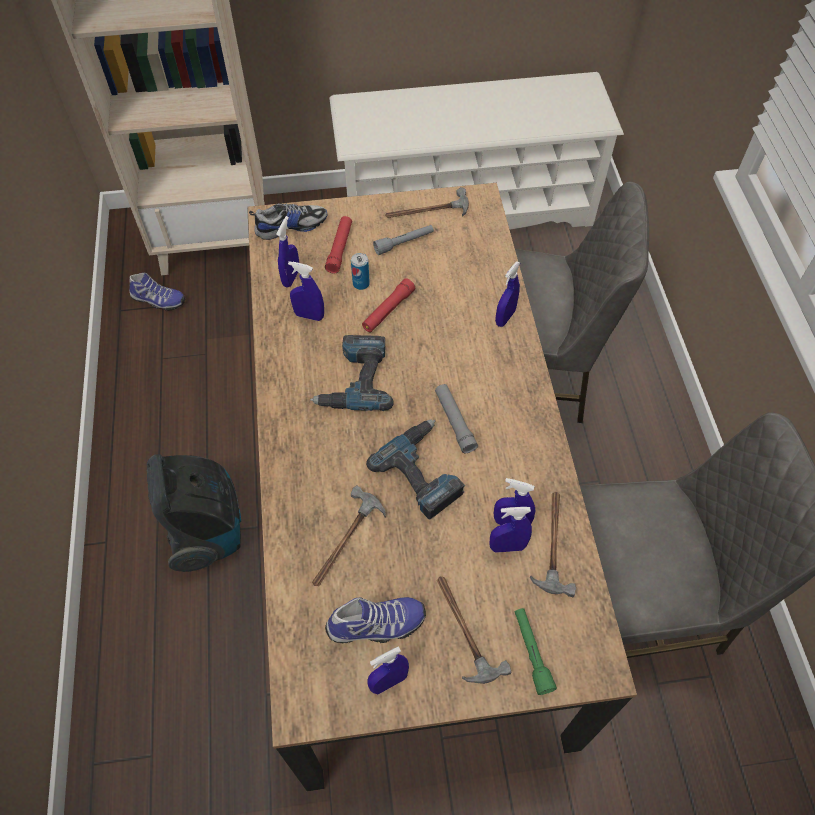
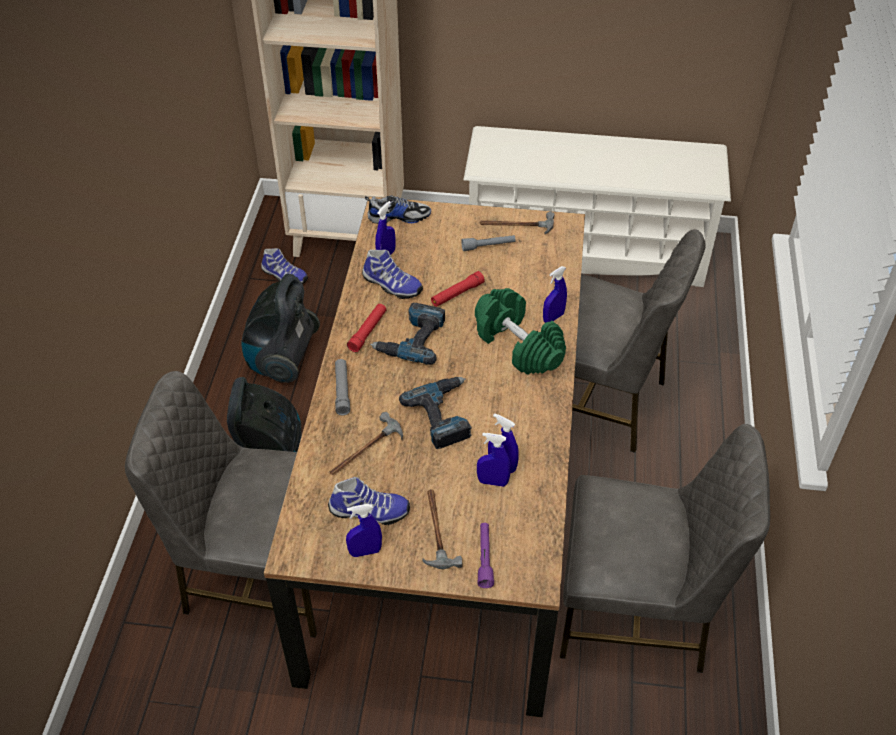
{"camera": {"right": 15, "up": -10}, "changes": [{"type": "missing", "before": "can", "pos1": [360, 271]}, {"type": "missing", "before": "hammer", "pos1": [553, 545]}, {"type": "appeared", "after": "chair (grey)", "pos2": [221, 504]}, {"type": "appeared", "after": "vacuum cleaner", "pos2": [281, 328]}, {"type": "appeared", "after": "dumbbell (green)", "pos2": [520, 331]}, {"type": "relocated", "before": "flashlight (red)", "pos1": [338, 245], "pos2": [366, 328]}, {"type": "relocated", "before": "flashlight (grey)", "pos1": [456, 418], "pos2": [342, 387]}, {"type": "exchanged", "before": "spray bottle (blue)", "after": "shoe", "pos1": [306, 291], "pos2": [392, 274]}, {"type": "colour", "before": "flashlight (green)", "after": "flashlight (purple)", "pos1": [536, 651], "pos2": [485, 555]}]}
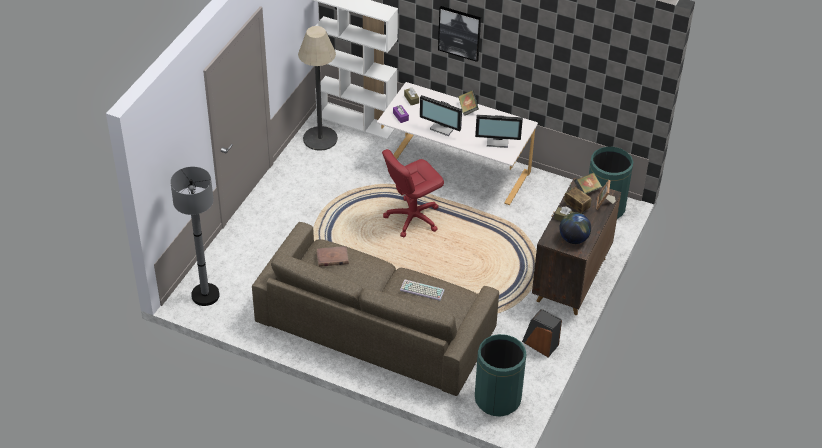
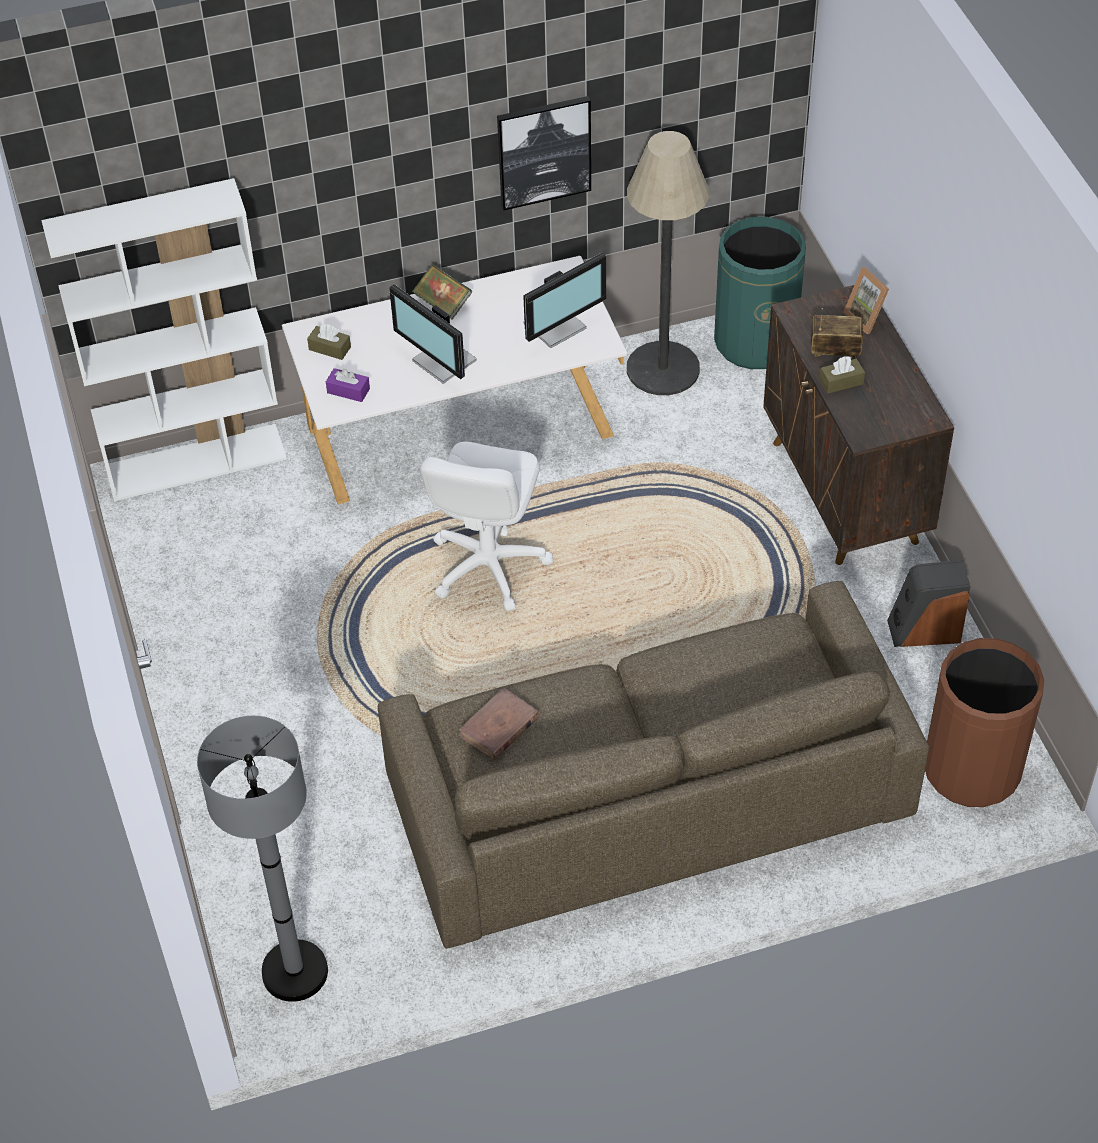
{"camera": {"right": -40, "up": 5}, "changes": [{"type": "missing", "before": "keyboard", "pos1": [422, 290]}, {"type": "missing", "before": "globe", "pos1": [575, 228]}, {"type": "missing", "before": "book", "pos1": [588, 183]}, {"type": "relocated", "before": "floor lamp", "pos1": [318, 88], "pos2": [668, 263]}, {"type": "relocated", "before": "picture", "pos1": [459, 34], "pos2": [544, 153]}, {"type": "colour", "before": "office chair (red)", "after": "office chair (white)", "pos1": [413, 193], "pos2": [486, 526]}, {"type": "colour", "before": "trash can (green)", "after": "trash can (brown)", "pos1": [500, 375], "pos2": [984, 722]}, {"type": "spun", "before": "monitor", "pos1": [441, 115], "pos2": [433, 334], "turn": 60}]}
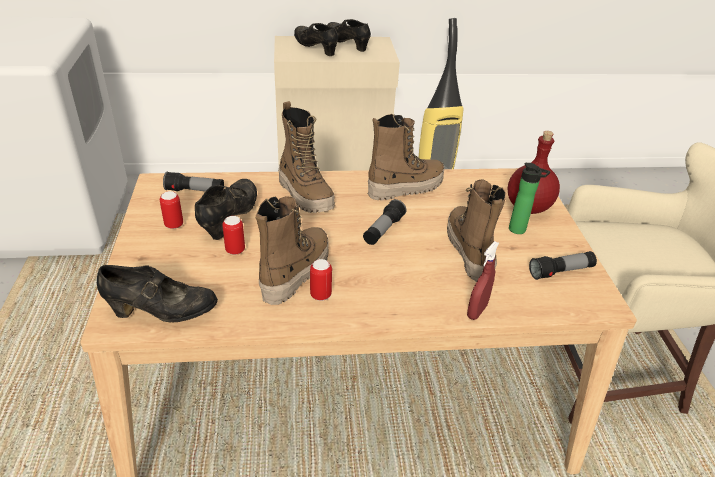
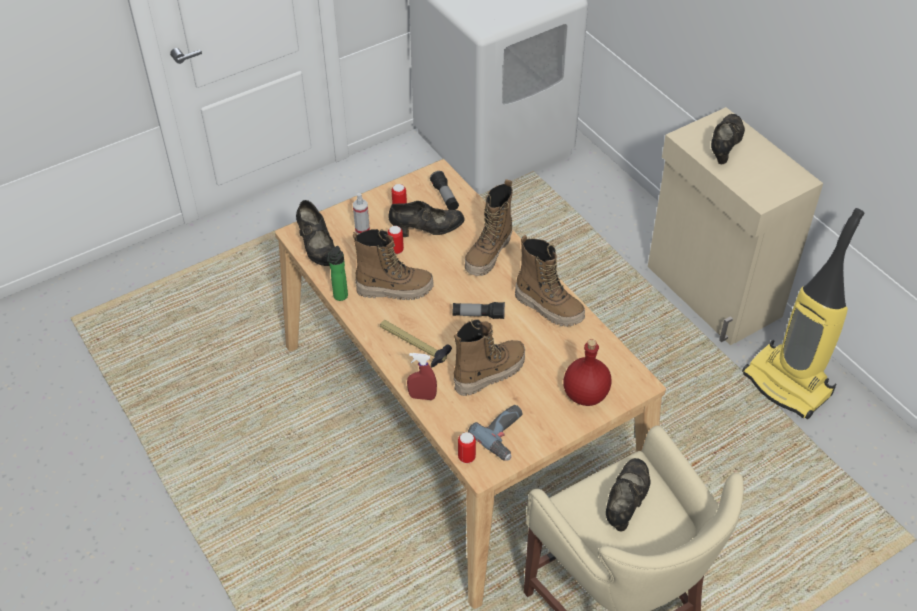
{"camera": {"right": 65, "up": 10}, "changes": [{"type": "appeared", "after": "spray bottle", "pos2": [361, 213]}, {"type": "appeared", "after": "hammer", "pos2": [416, 344]}, {"type": "relocated", "before": "can", "pos1": [321, 280], "pos2": [467, 447]}, {"type": "relocated", "before": "shoe (black)", "pos1": [349, 35], "pos2": [628, 495]}, {"type": "relocated", "before": "bottle", "pos1": [529, 198], "pos2": [337, 273]}, {"type": "exchanged", "before": "flashlight", "after": "power drill", "pos1": [563, 265], "pos2": [495, 432]}]}
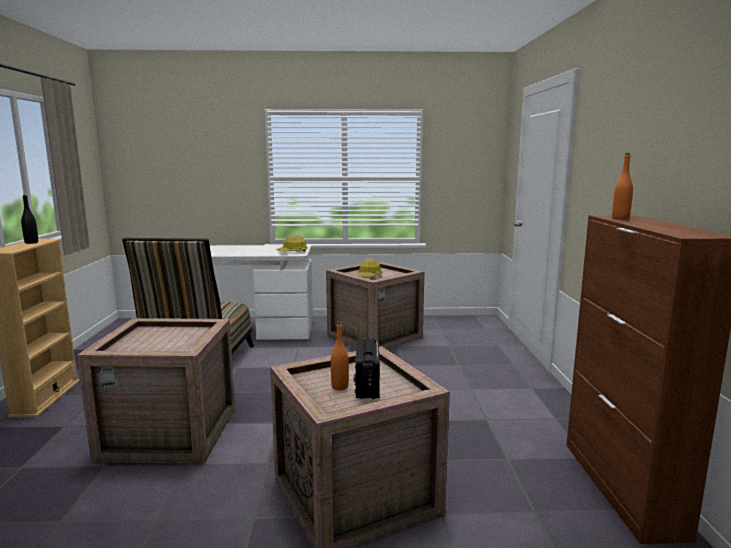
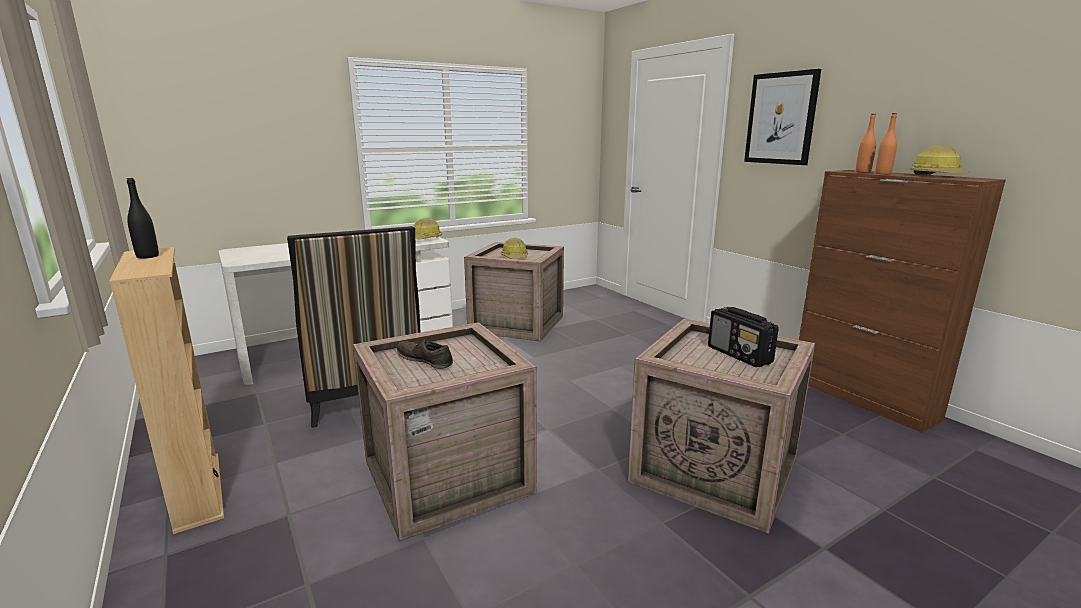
{"camera": {"right": -30, "up": 5}, "changes": [{"type": "appeared", "after": "shoe (brown)", "pos2": [424, 354]}, {"type": "appeared", "after": "picture", "pos2": [782, 117]}, {"type": "appeared", "after": "hard hat", "pos2": [939, 160]}, {"type": "relocated", "before": "bottle (orange)", "pos1": [340, 356], "pos2": [886, 143]}]}
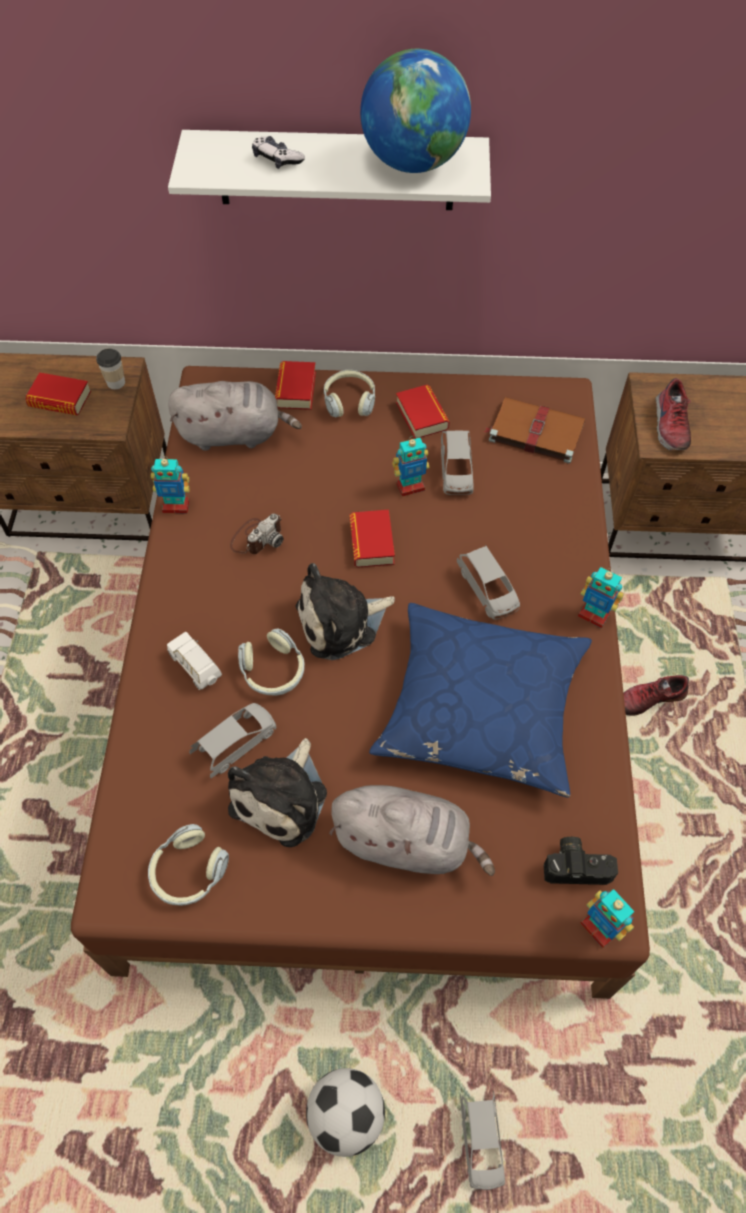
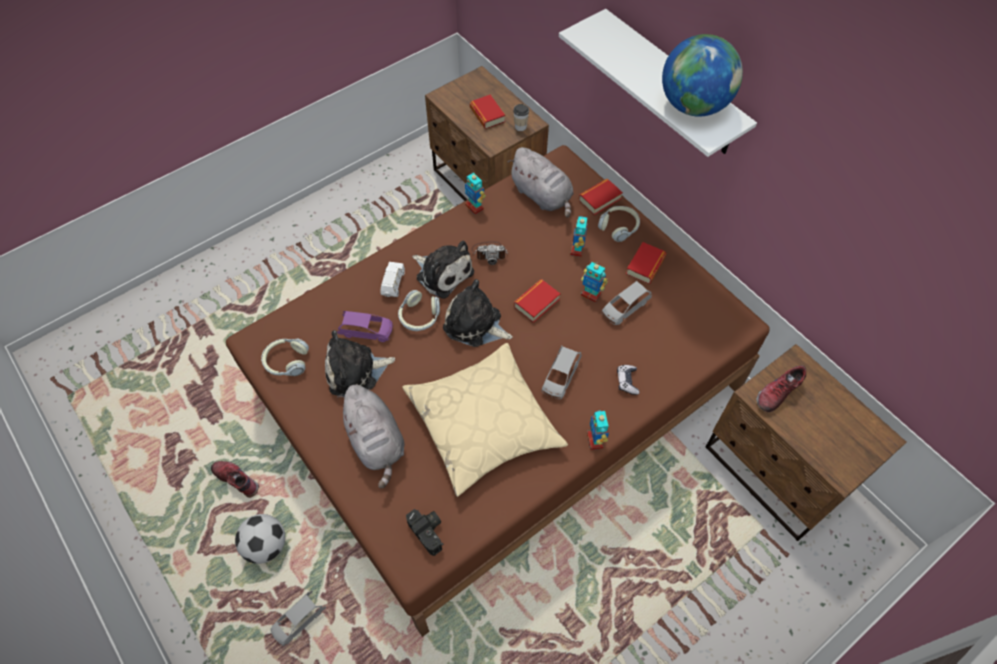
{"camera": {"right": 50, "up": 0}, "changes": [{"type": "missing", "before": "book (brown)", "pos1": [534, 430]}, {"type": "appeared", "after": "plush toy", "pos2": [443, 269]}, {"type": "relocated", "before": "game controller", "pos1": [278, 152], "pos2": [628, 380]}, {"type": "relocated", "before": "toy robot", "pos1": [607, 918], "pos2": [579, 236]}, {"type": "relocated", "before": "shoe", "pos1": [656, 695], "pos2": [235, 479]}, {"type": "colour", "before": "toy car (grey)", "after": "toy car (purple)", "pos1": [232, 740], "pos2": [365, 326]}, {"type": "colour", "before": "pillow (blue)", "after": "pillow (beige)", "pos1": [480, 700], "pos2": [485, 420]}]}
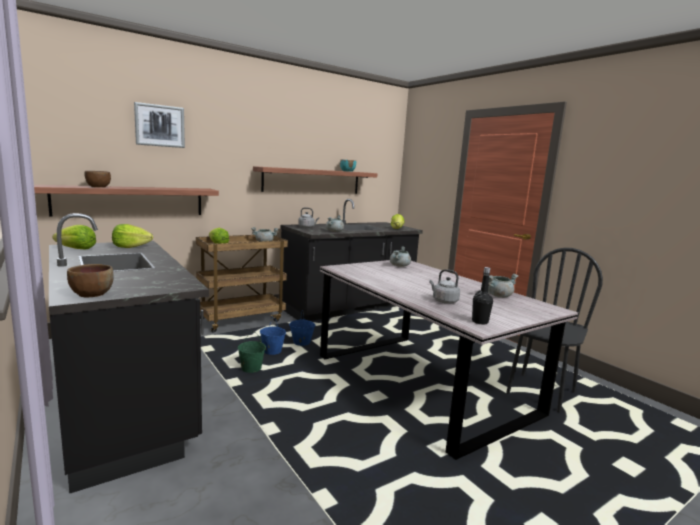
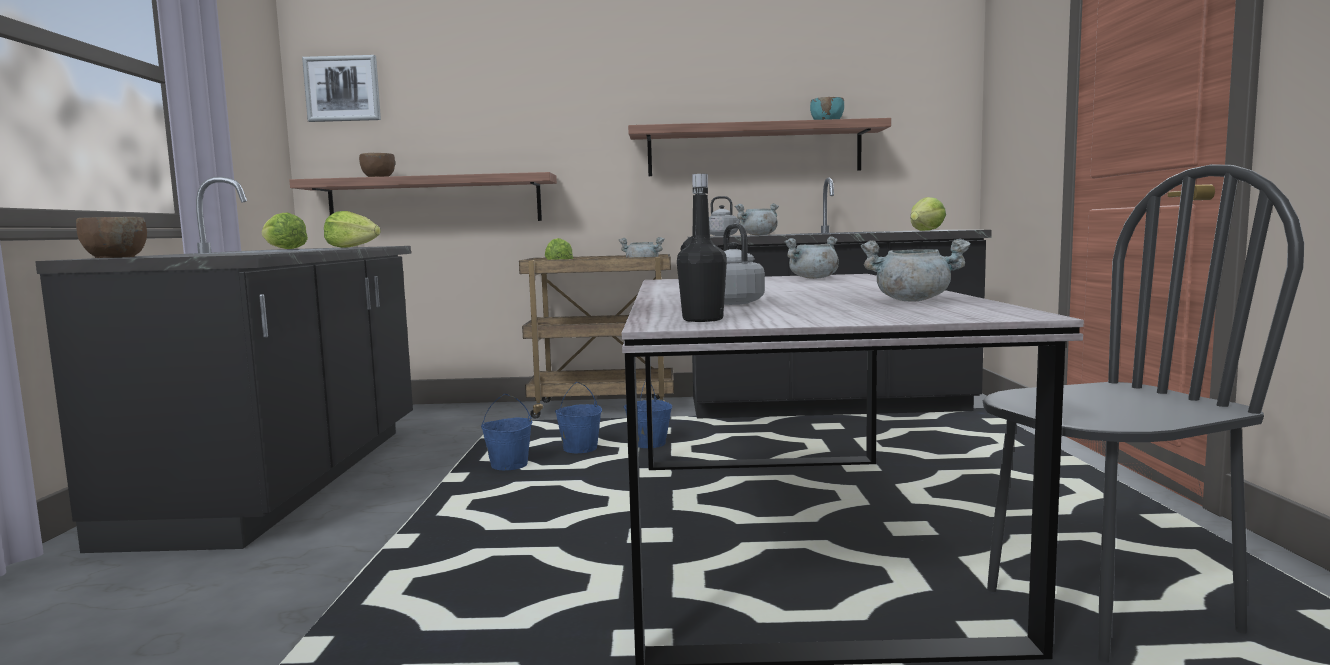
{"camera": {"right": 35, "up": -5}, "changes": [{"type": "relocated", "before": "picture", "pos1": [159, 125], "pos2": [341, 88]}, {"type": "colour", "before": "bucket (green)", "after": "bucket (blue)", "pos1": [251, 352], "pos2": [507, 432]}]}
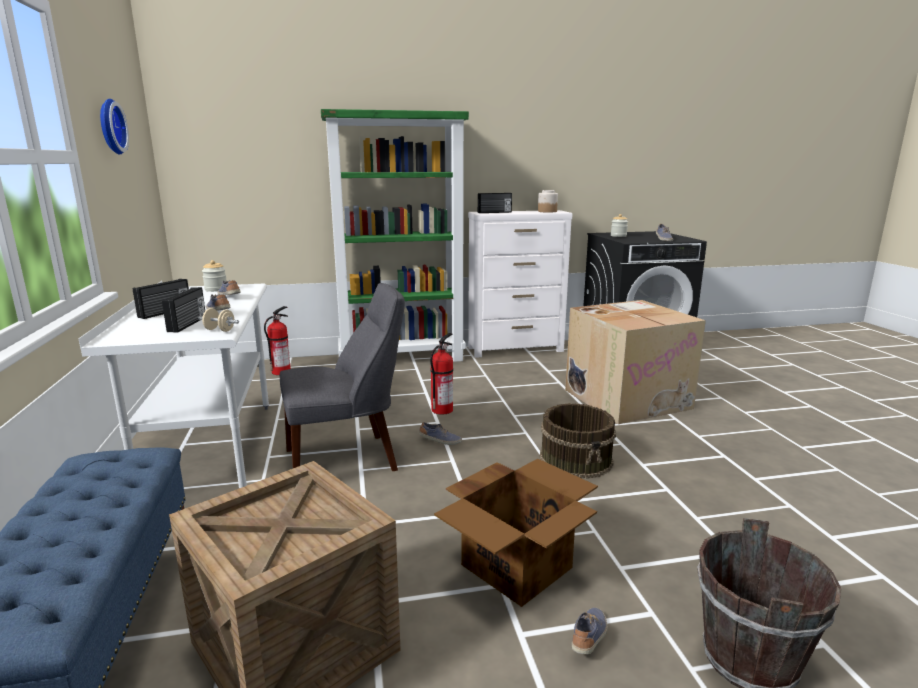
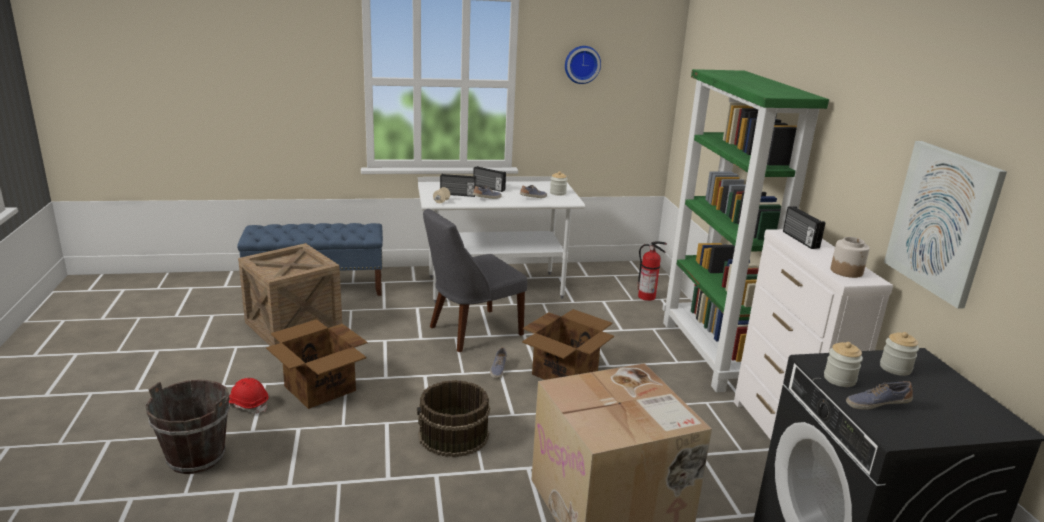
{"camera": {"right": 90, "up": 5}, "changes": [{"type": "appeared", "after": "jar", "pos2": [843, 364]}, {"type": "appeared", "after": "picture", "pos2": [945, 225]}, {"type": "exchanged", "before": "fire extinguisher", "after": "cardboard box", "pos1": [441, 374], "pos2": [568, 344]}, {"type": "exchanged", "before": "shoe", "after": "hard hat (red)", "pos1": [589, 631], "pos2": [248, 396]}, {"type": "spun", "before": "chair (grey)", "pos1": [342, 377], "pos2": [475, 280], "turn": 75}]}
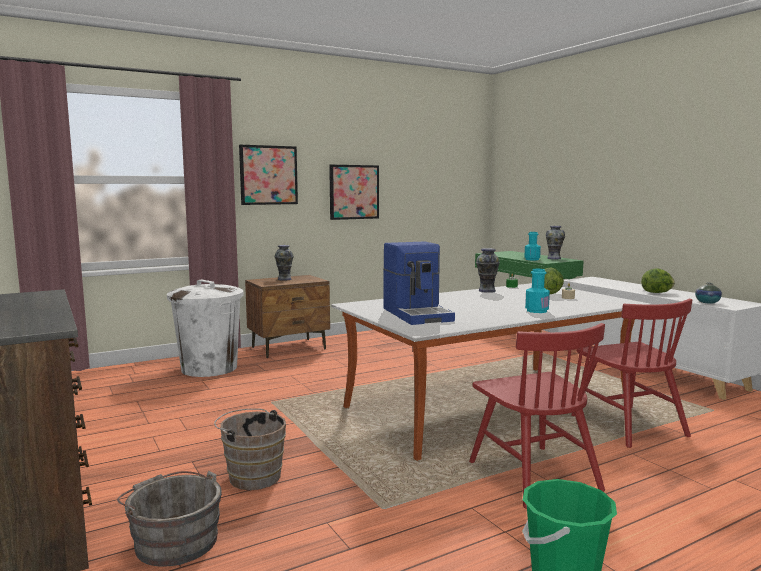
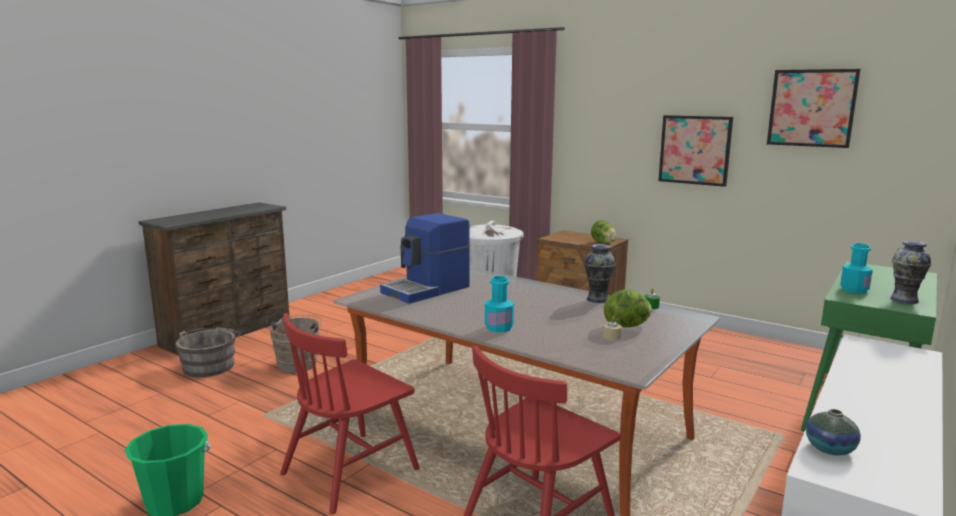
{"camera": {"right": 65, "up": 5}, "changes": [{"type": "missing", "before": "vase", "pos1": [284, 263]}, {"type": "relocated", "before": "picture", "pos1": [268, 175], "pos2": [814, 108]}, {"type": "relocated", "before": "lettuce", "pos1": [658, 280], "pos2": [604, 232]}]}
